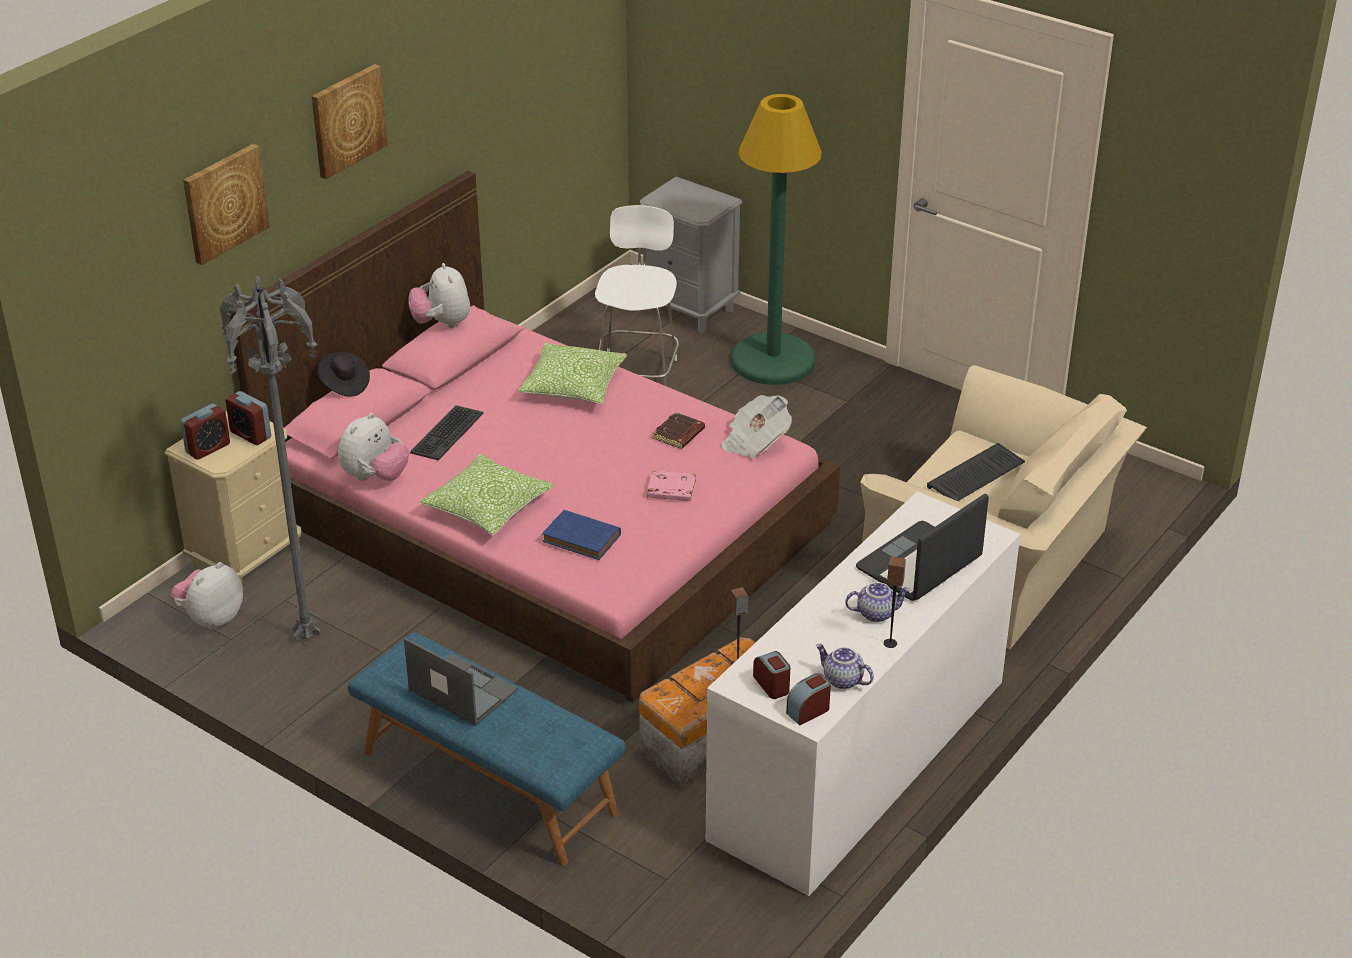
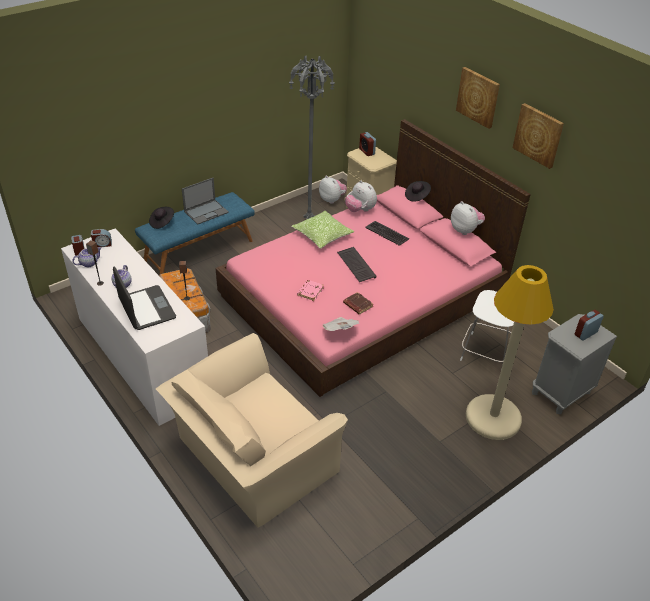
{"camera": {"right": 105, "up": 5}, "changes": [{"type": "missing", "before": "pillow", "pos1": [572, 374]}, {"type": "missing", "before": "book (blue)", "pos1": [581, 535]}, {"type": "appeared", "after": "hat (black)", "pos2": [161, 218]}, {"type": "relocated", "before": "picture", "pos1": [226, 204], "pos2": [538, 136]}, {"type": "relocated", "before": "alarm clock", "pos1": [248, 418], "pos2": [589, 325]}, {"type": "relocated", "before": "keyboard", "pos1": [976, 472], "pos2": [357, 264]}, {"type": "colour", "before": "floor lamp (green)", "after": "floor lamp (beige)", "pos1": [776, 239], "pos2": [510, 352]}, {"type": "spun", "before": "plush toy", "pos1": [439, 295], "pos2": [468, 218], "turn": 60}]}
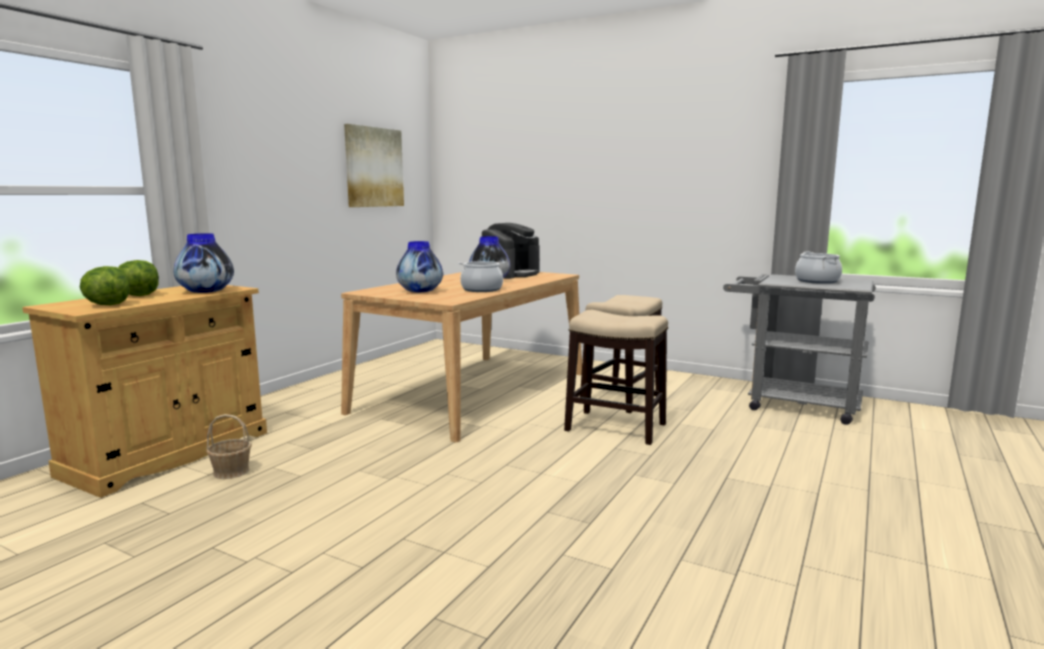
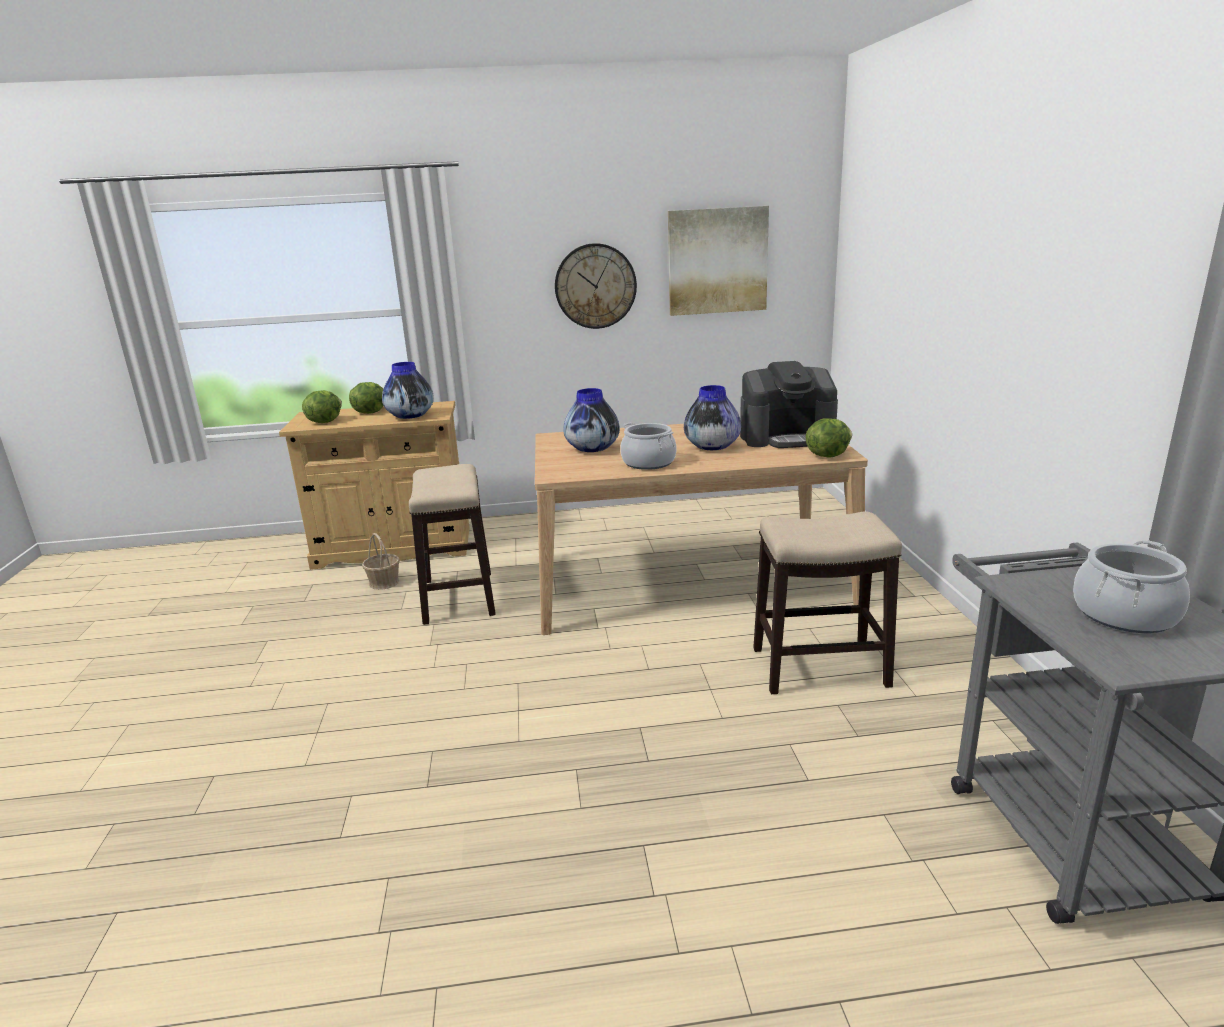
{"camera": {"right": 55, "up": 10}, "changes": [{"type": "appeared", "after": "wall clock", "pos2": [596, 286]}, {"type": "appeared", "after": "lettuce", "pos2": [829, 438]}, {"type": "relocated", "before": "stool", "pos1": [616, 377], "pos2": [452, 544]}]}
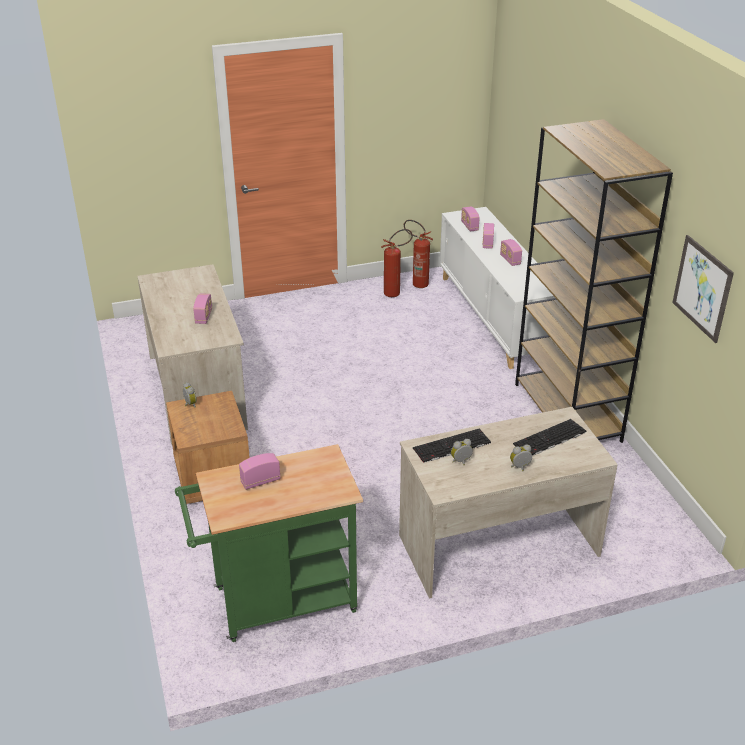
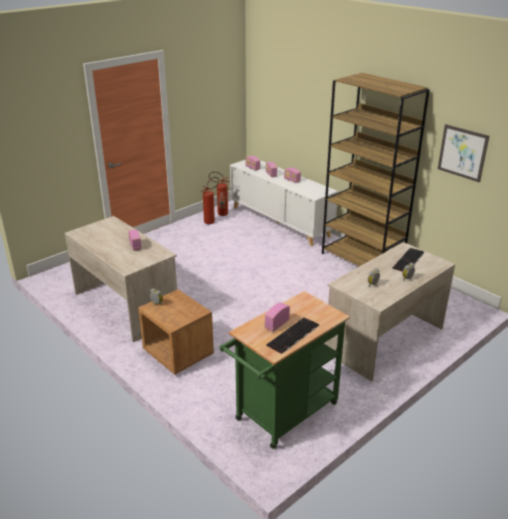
{"camera": {"right": -25, "up": -5}, "changes": [{"type": "relocated", "before": "keyboard", "pos1": [452, 445], "pos2": [292, 335]}]}
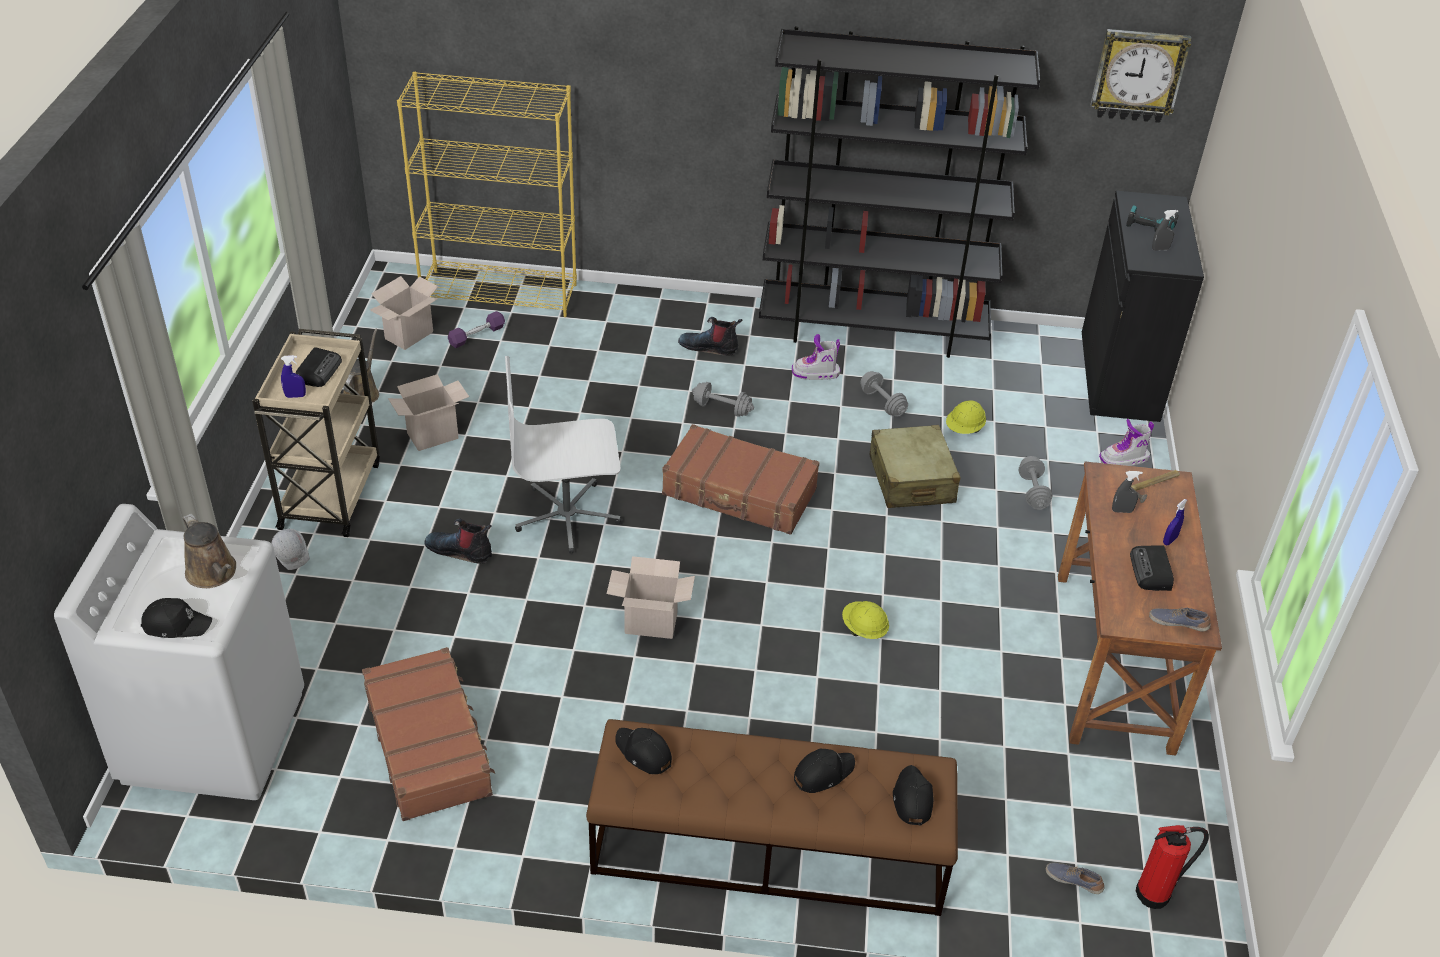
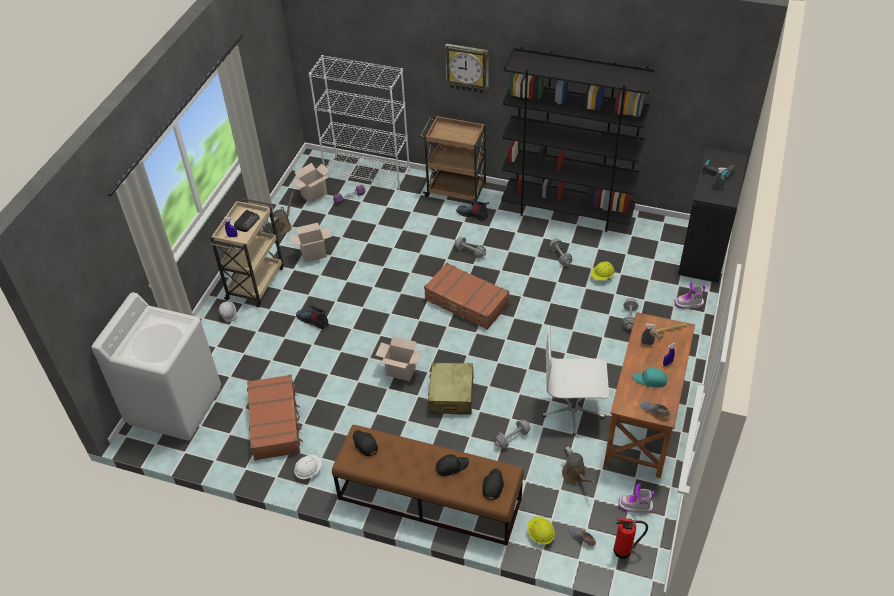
{"camera": {"right": 15, "up": 5}, "changes": [{"type": "missing", "before": "cap (black)", "pos1": [176, 618]}, {"type": "appeared", "after": "hard hat (white)", "pos2": [308, 467]}, {"type": "appeared", "after": "cart (brown)", "pos2": [455, 160]}, {"type": "appeared", "after": "dumbbell (grey)", "pos2": [512, 434]}, {"type": "relocated", "before": "watering can (brown)", "pos1": [209, 551], "pos2": [578, 465]}, {"type": "relocated", "before": "office chair (white)", "pos1": [563, 454], "pos2": [575, 380]}, {"type": "relocated", "before": "boot", "pos1": [816, 357], "pos2": [636, 498]}, {"type": "relocated", "before": "hard hat (yellow)", "pos1": [865, 620], "pos2": [541, 530]}, {"type": "relocated", "before": "suitcase (beige)", "pos1": [915, 466], "pos2": [451, 389]}, {"type": "relocated", "before": "wall clock", "pos1": [1141, 76], "pos2": [466, 68]}, {"type": "exchanged", "before": "radio", "after": "cap (turquoise)", "pos1": [1152, 568], "pos2": [650, 377]}, {"type": "colour", "before": "bookcase (yellow)", "after": "bookcase (white)", "pos1": [487, 194], "pos2": [359, 122]}]}
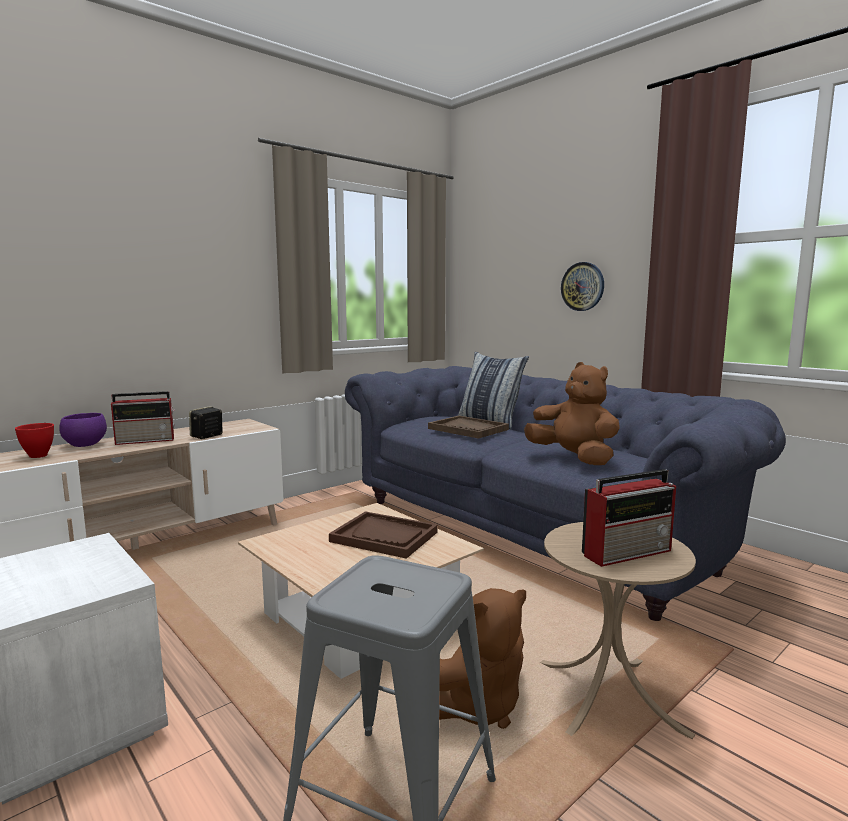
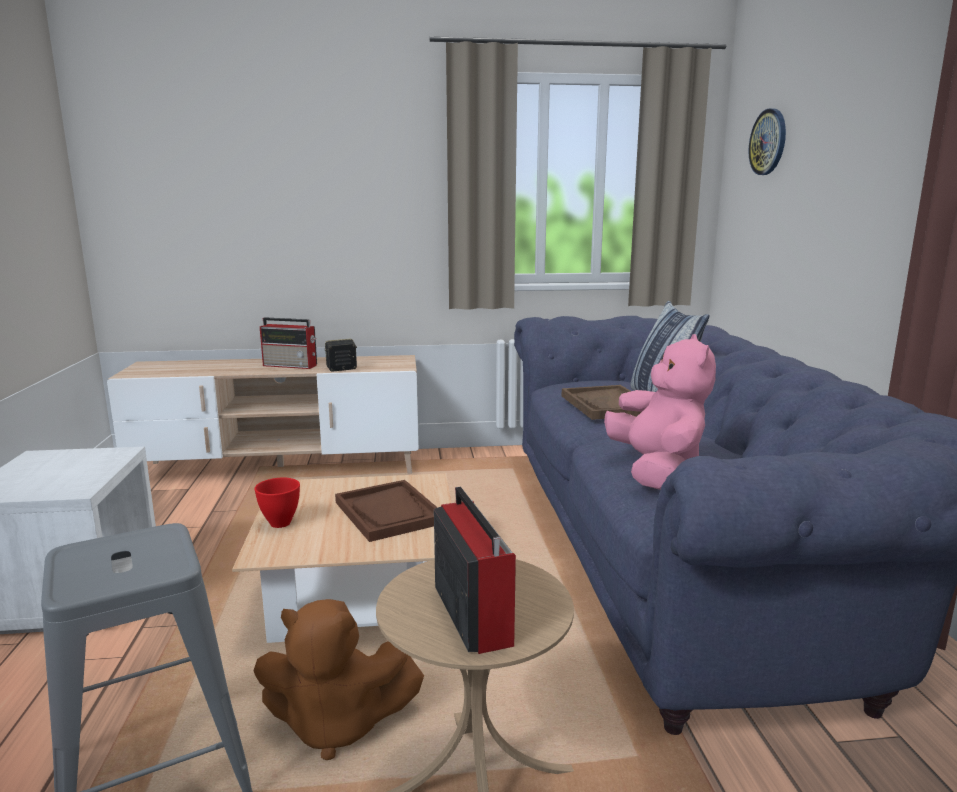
{"camera": {"right": 35, "up": 5}, "changes": [{"type": "missing", "before": "bowl (purple)", "pos1": [83, 430]}, {"type": "relocated", "before": "bowl (red)", "pos1": [34, 440], "pos2": [277, 503]}, {"type": "relocated", "before": "wall clock", "pos1": [582, 286], "pos2": [767, 141]}, {"type": "colour", "before": "plush toy (brown)", "after": "plush toy (pink)", "pos1": [572, 413], "pos2": [660, 412]}, {"type": "spun", "before": "radio", "pos1": [629, 518], "pos2": [475, 570], "turn": -120}]}
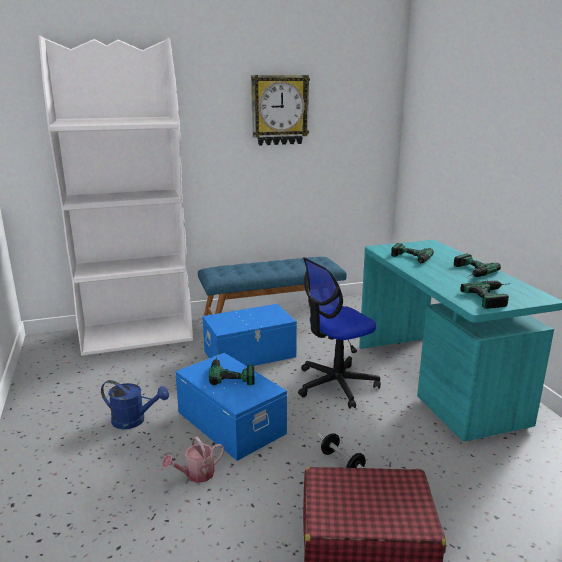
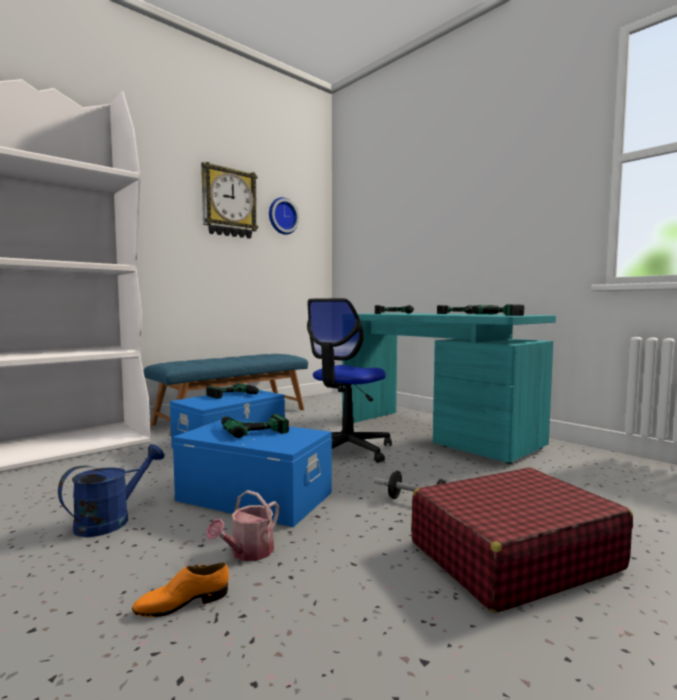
{"camera": {"right": -25, "up": -15}, "changes": [{"type": "appeared", "after": "shoe (orange)", "pos2": [180, 589]}, {"type": "appeared", "after": "power drill", "pos2": [235, 391]}, {"type": "appeared", "after": "wall clock", "pos2": [284, 216]}, {"type": "spun", "before": "watering can (blue)", "pos1": [135, 404], "pos2": [111, 490], "turn": -45}]}
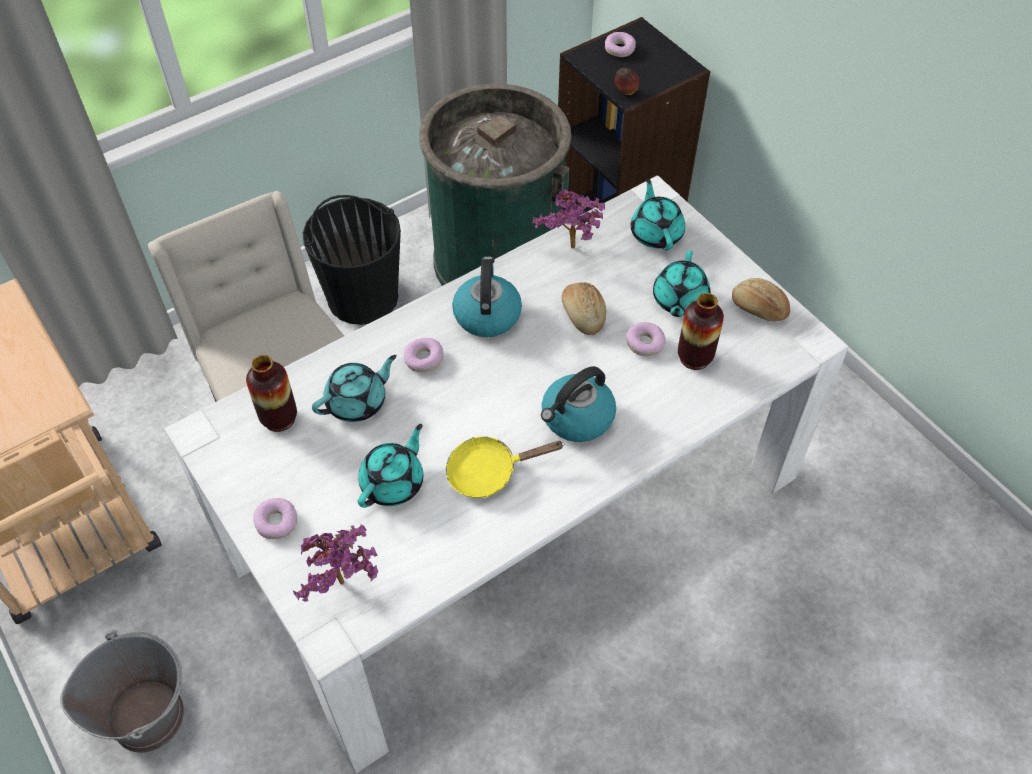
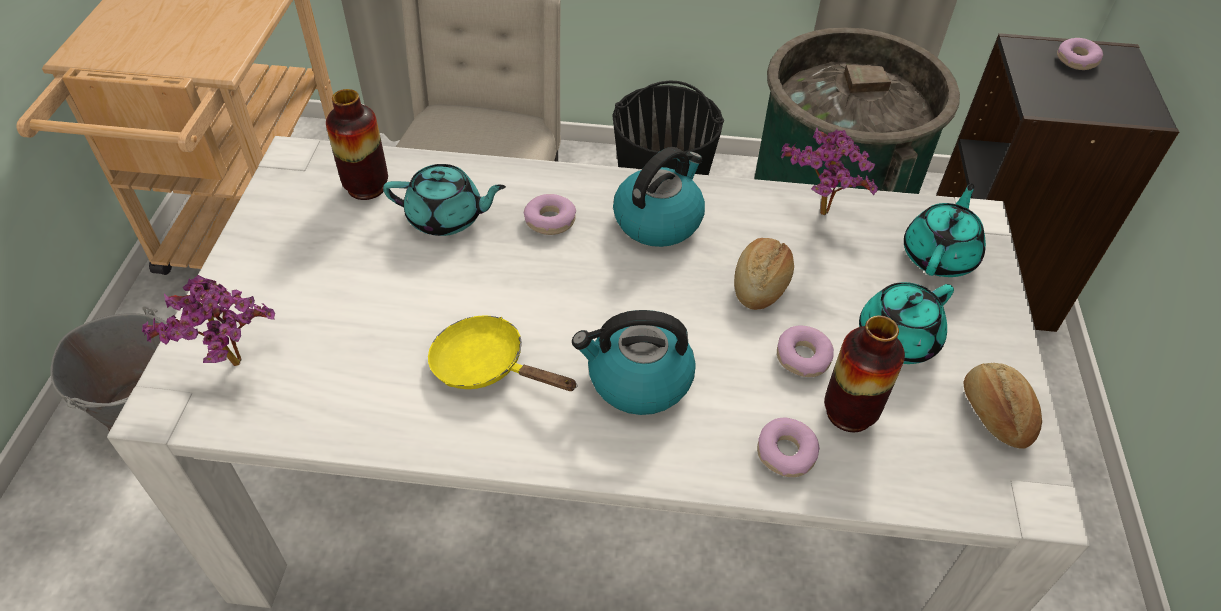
{"camera": {"right": 40, "up": -5}, "changes": [{"type": "missing", "before": "teapot (turquoise)", "pos1": [390, 466]}, {"type": "missing", "before": "apple", "pos1": [627, 81]}, {"type": "relocated", "before": "donut", "pos1": [275, 518], "pos2": [788, 447]}]}
